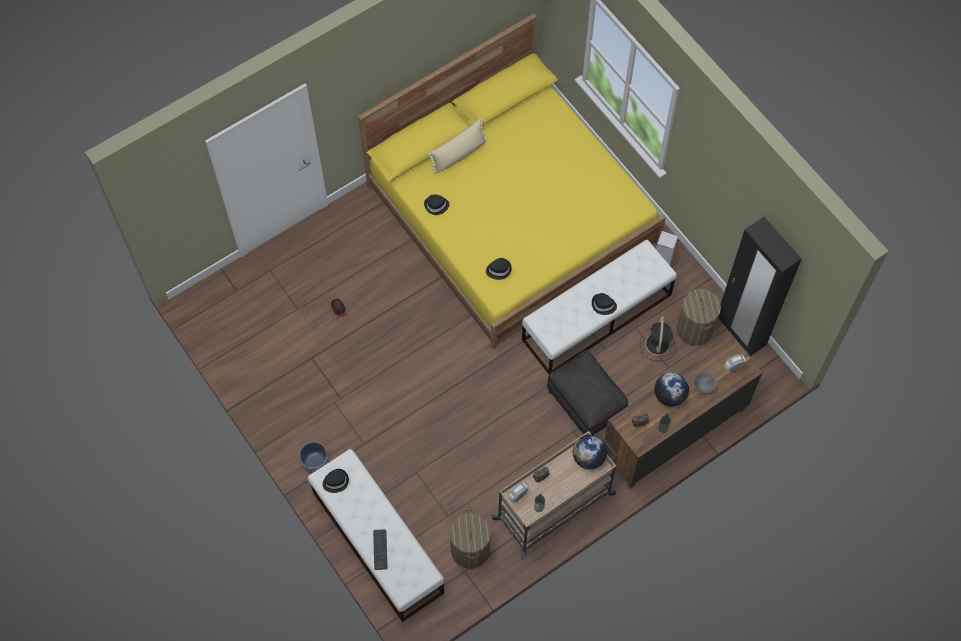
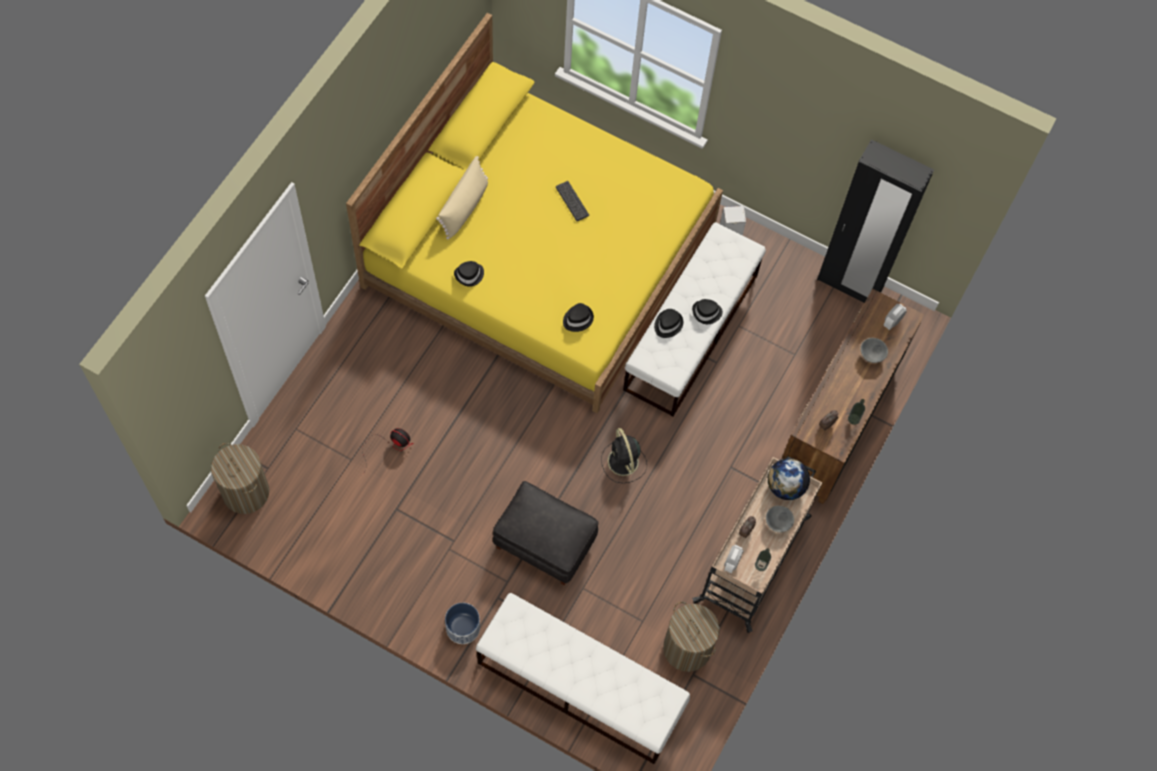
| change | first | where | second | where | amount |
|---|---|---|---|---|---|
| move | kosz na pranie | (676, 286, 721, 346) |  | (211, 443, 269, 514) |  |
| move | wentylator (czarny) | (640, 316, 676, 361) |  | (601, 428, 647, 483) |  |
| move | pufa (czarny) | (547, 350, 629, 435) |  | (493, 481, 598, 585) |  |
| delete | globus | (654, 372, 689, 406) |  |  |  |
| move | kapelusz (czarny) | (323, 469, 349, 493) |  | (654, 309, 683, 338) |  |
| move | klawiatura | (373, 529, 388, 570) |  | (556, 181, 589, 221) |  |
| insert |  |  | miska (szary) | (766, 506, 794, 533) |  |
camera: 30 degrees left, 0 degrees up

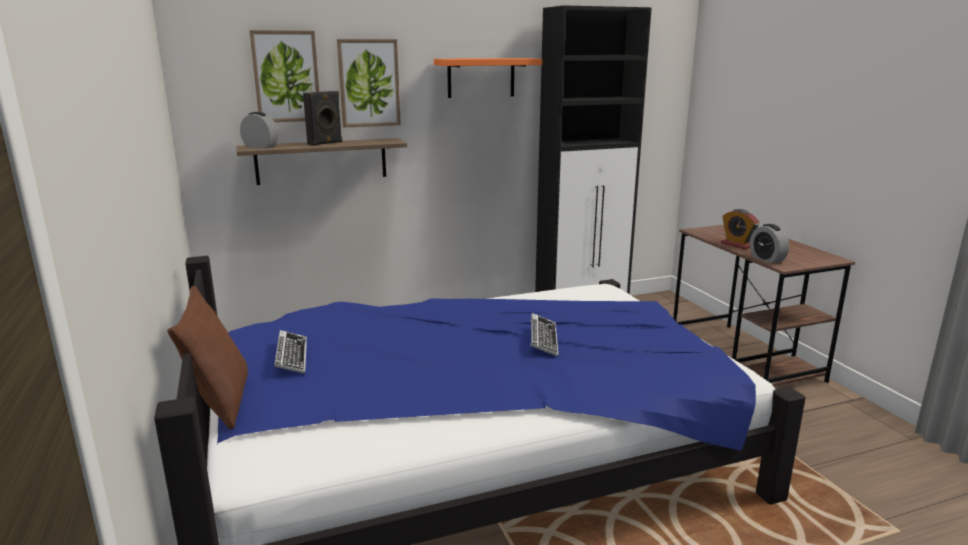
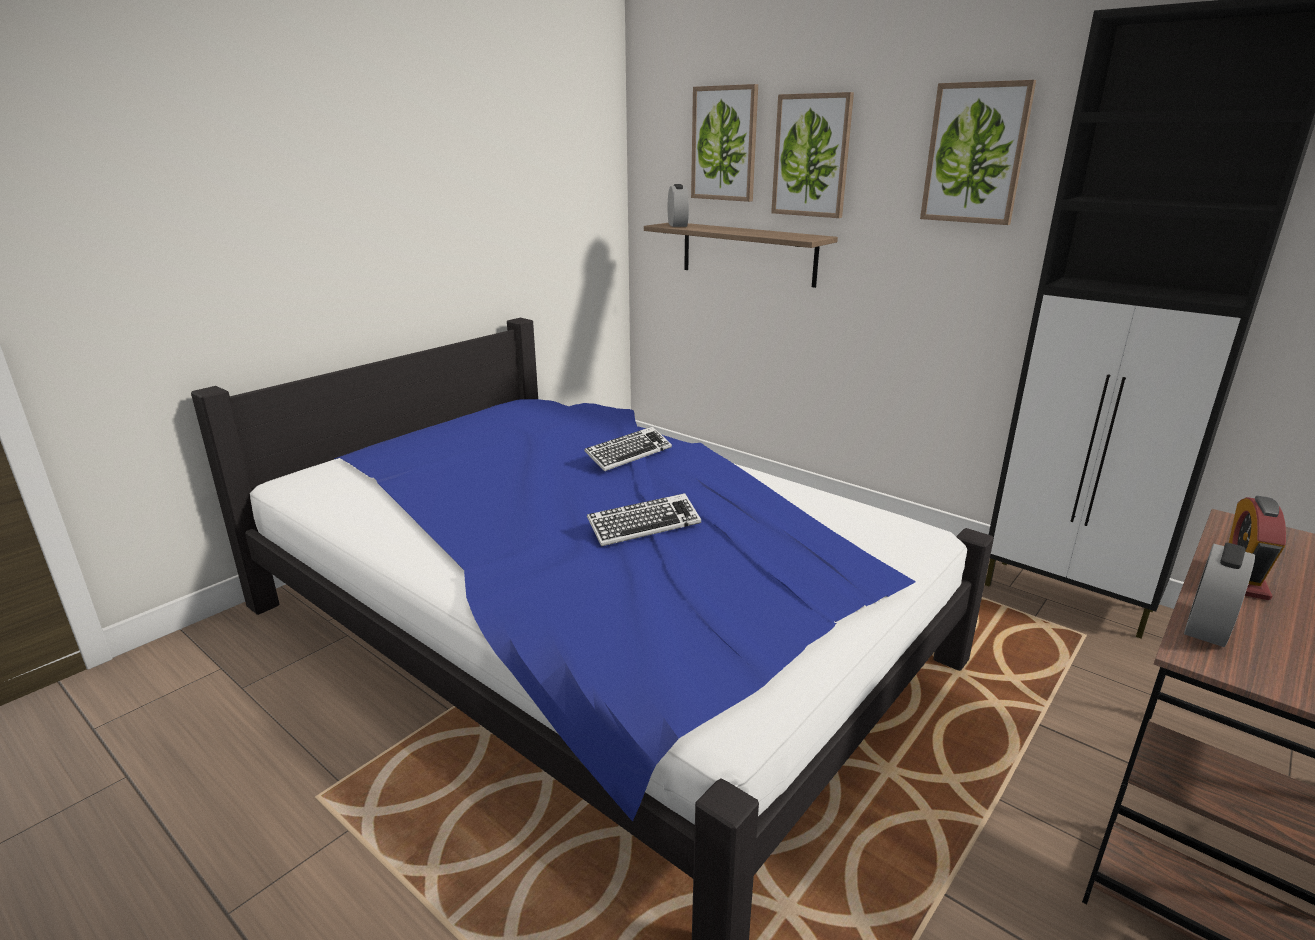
| change | first | where | second | where | amount |
|---|---|---|---|---|---|
| replace | półka (pomarańczowy) | (434, 58, 542, 98) | obraz | (920, 80, 1036, 225) |  |
| delete | głośnik (czarny) | (303, 91, 342, 146) |  |  |  |
| delete | poduszka (brązowy) | (167, 286, 248, 429) |  |  |  |
| move | klawiatura | (274, 330, 307, 374) |  | (584, 426, 672, 471) |  |
camera: 60 degrees right, 5 degrees up

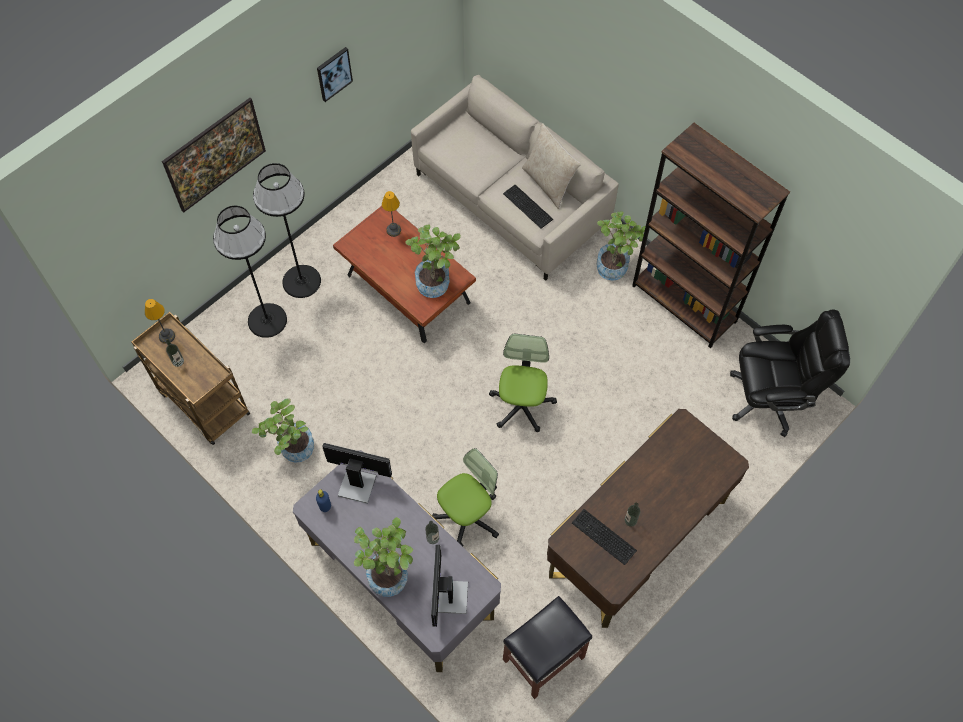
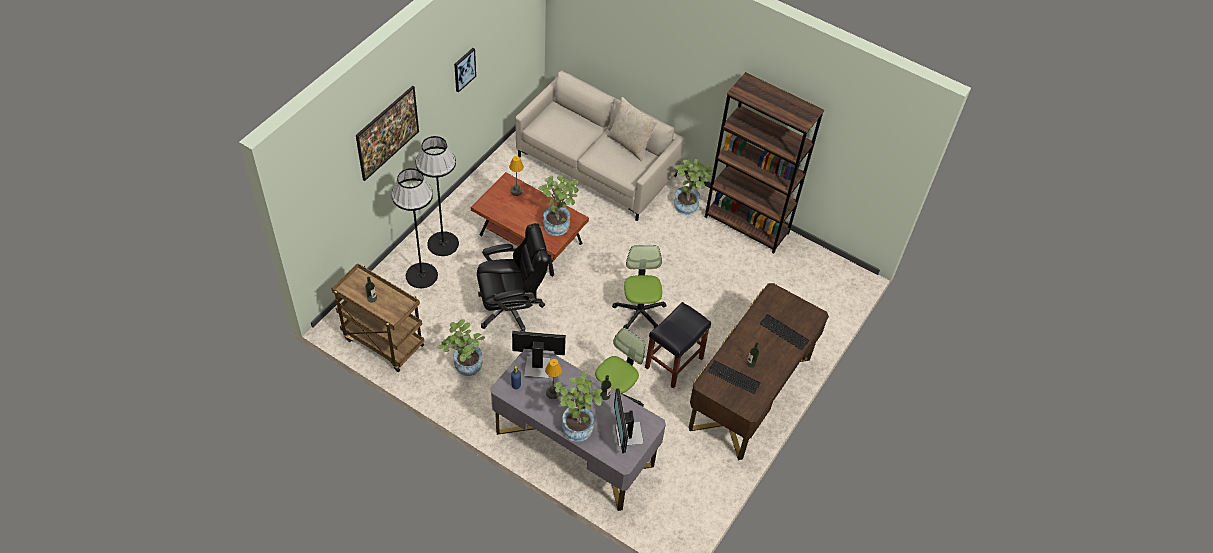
| change | first | where | second | where | amount |
|---|---|---|---|---|---|
| move | klawiatura | (503, 185, 553, 228) |  | (759, 314, 810, 350) |  |
| move | lampa stołowa | (145, 299, 175, 344) |  | (545, 359, 562, 399) |  |
| move | krzesło biurowe (czarny) | (730, 309, 850, 437) |  | (477, 223, 549, 332) |  |
| move | stołek (czarny) | (503, 596, 592, 699) |  | (645, 302, 711, 389) |  |
camera: 15 degrees left, 10 degrees down

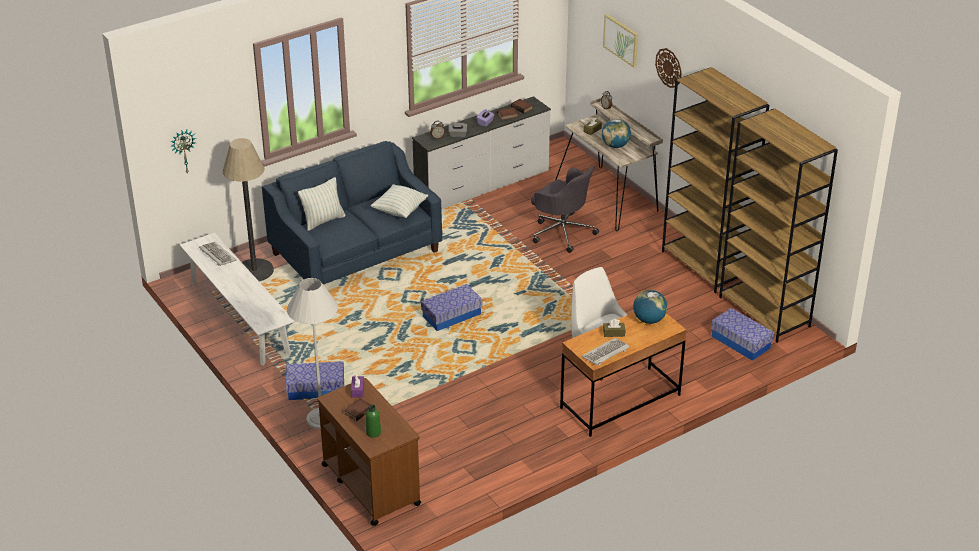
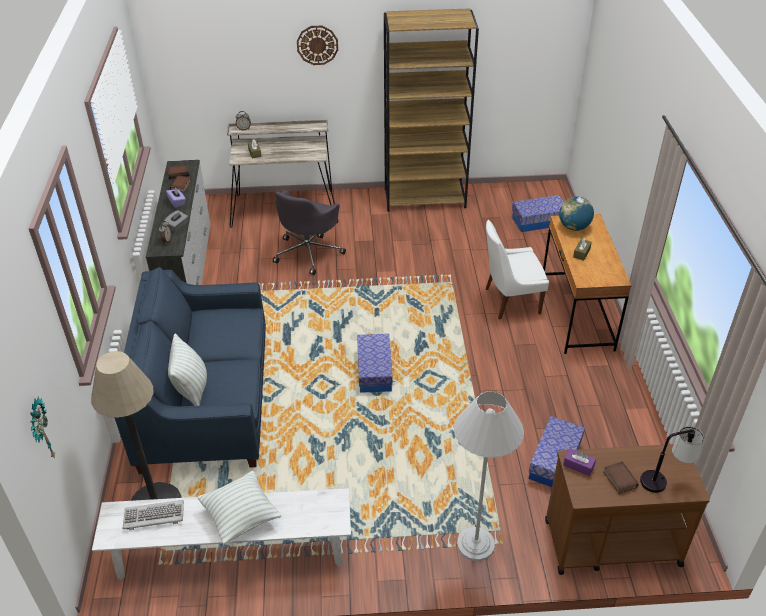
| change | first | where | second | where | amount |
|---|---|---|---|---|---|
| delete | obraz | (603, 14, 638, 68) |  |  |  |
| delete | regał (brązowy) | (719, 109, 838, 342) |  |  |  |
| delete | globus | (602, 119, 631, 148) |  |  |  |
| rotate | krzesło biurowe (szary) | (531, 166, 599, 253) |  | (273, 190, 346, 275) | 135 degrees clockwise |
| move | poduszka | (371, 184, 428, 218) |  | (197, 471, 281, 544) |  |
| delete | klawiatura | (582, 338, 630, 365) |  |  |  |
| move | pojemnik do przechowywania | (286, 361, 344, 400) |  | (529, 416, 585, 487) |  |
| replace | butelka (zielony) | (366, 405, 381, 438) | lampa stołowa | (640, 426, 704, 493) |  |
camera: 60 degrees left, 5 degrees up

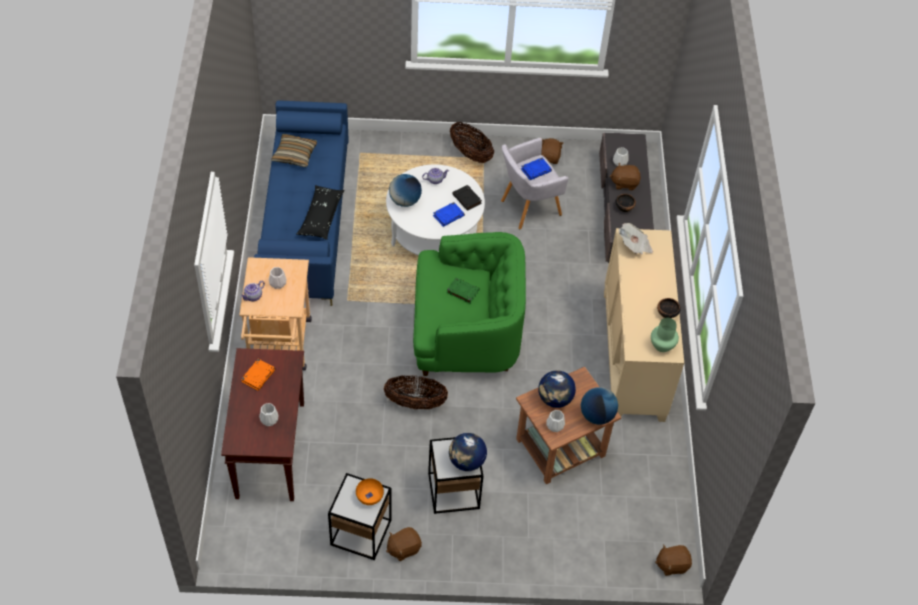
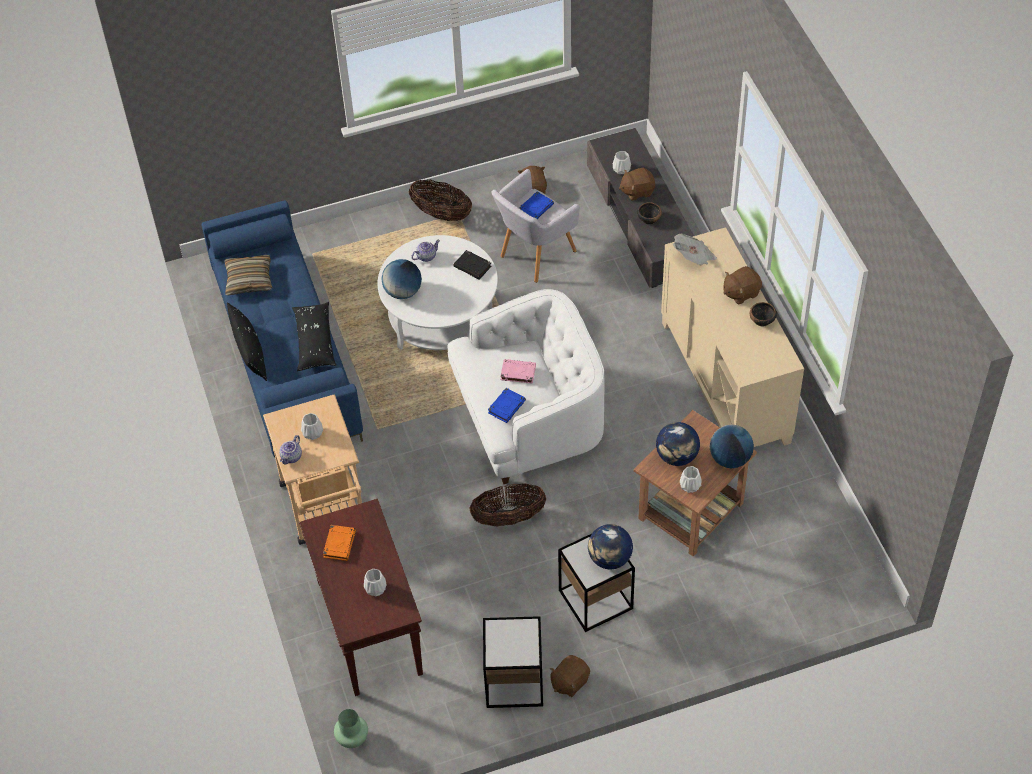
| change | first | where | second | where | amount |
|---|---|---|---|---|---|
| move | książka (niebieski) | (433, 202, 465, 227) |  | (488, 388, 526, 423) |  |
| recolor | fotel (zielony) | (413, 232, 526, 376) | fotel (biały) | (447, 289, 604, 484) |  |
| recolor | książka (zielony) | (447, 278, 480, 303) | książka (różowy) | (500, 359, 536, 384) |  |
| move | wazon (zielony) | (651, 318, 679, 352) |  | (334, 709, 368, 748) |  |
| delete | miska (pomarańczowy) | (356, 478, 384, 505) |  |  |  |
| move | pluszak (brązowy) | (655, 544, 692, 576) |  | (723, 266, 762, 305) |  |
| insert |  |  | poduszka (czarny) | (227, 302, 267, 381) |  |
camera: 15 degrees left, 0 degrees up

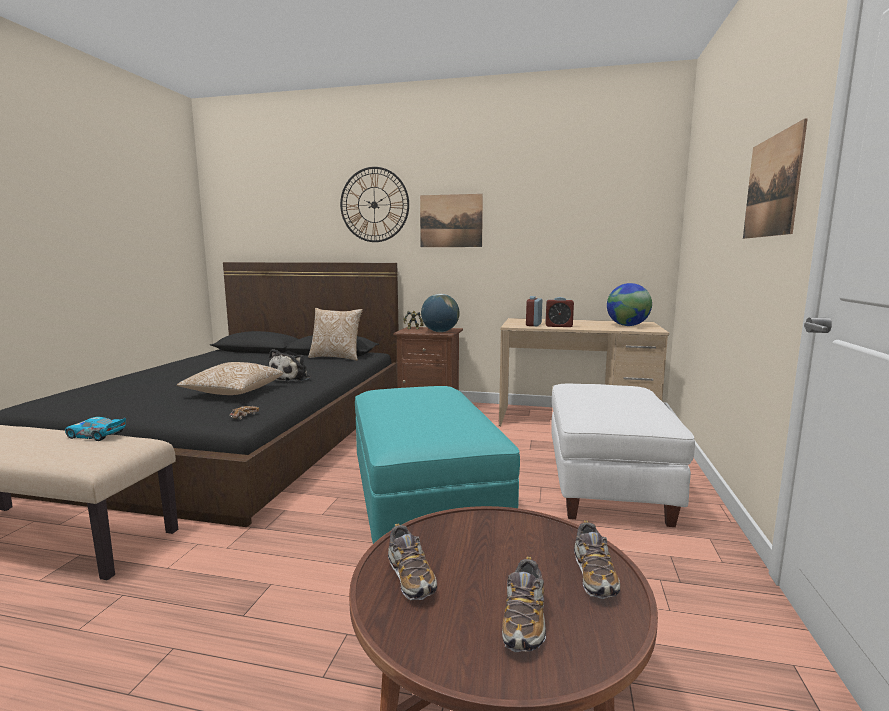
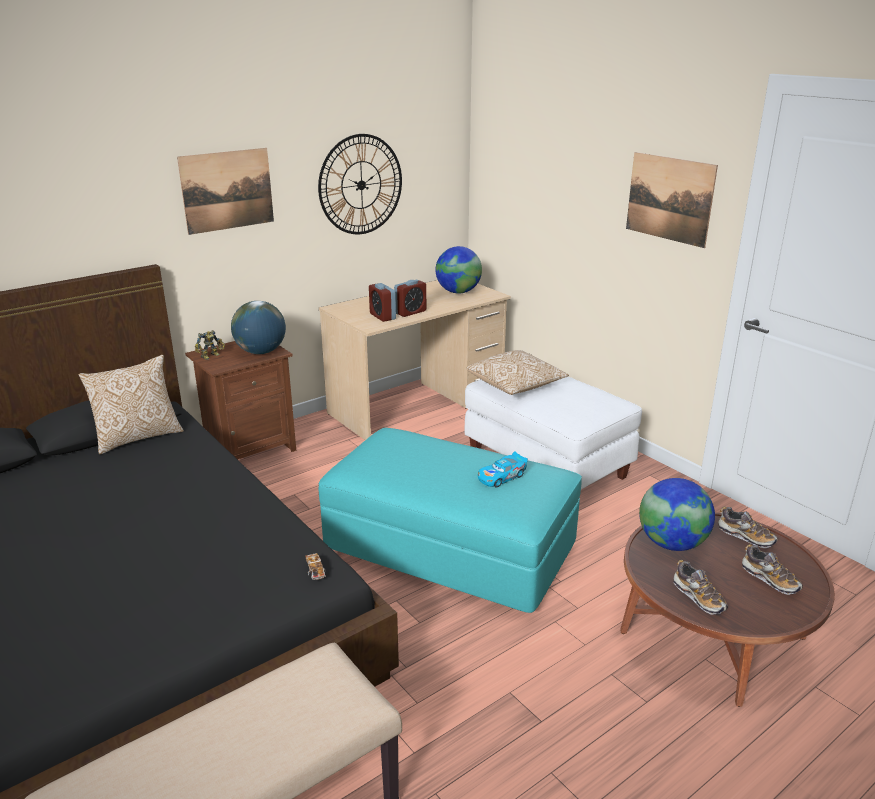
| change | first | where | second | where | amount |
|---|---|---|---|---|---|
| move | zegar ścienny | (340, 167, 409, 242) |  | (318, 134, 402, 234) |  |
| delete | pluszak | (269, 349, 311, 382) |  |  |  |
| move | poduszka | (177, 362, 283, 395) |  | (466, 350, 569, 395) |  |
| move | samochodzik | (65, 417, 126, 441) |  | (478, 451, 528, 488) |  |
| rotate | but | (388, 523, 437, 600) |  | (673, 560, 728, 615) | 45 degrees clockwise |
| insert |  |  | globus | (639, 478, 715, 551) |  |
camera: 50 degrees left, 15 degrees up

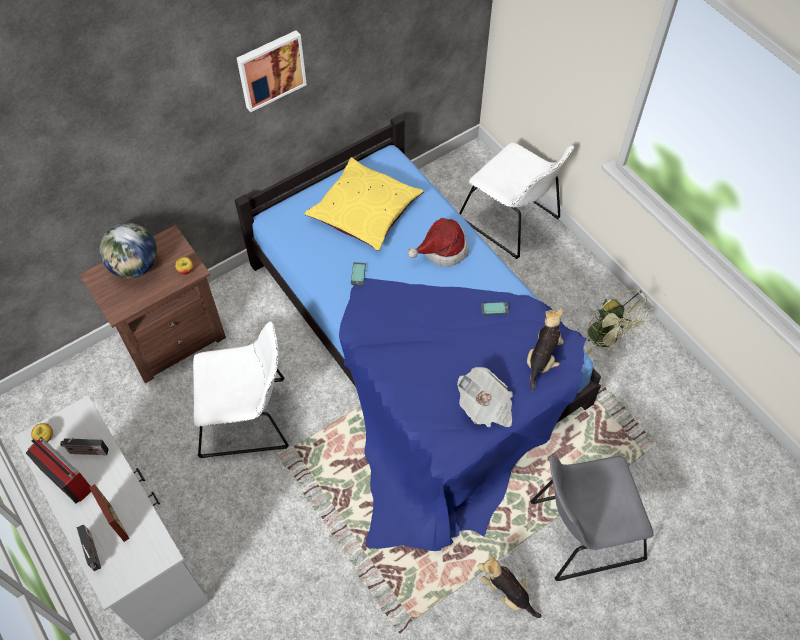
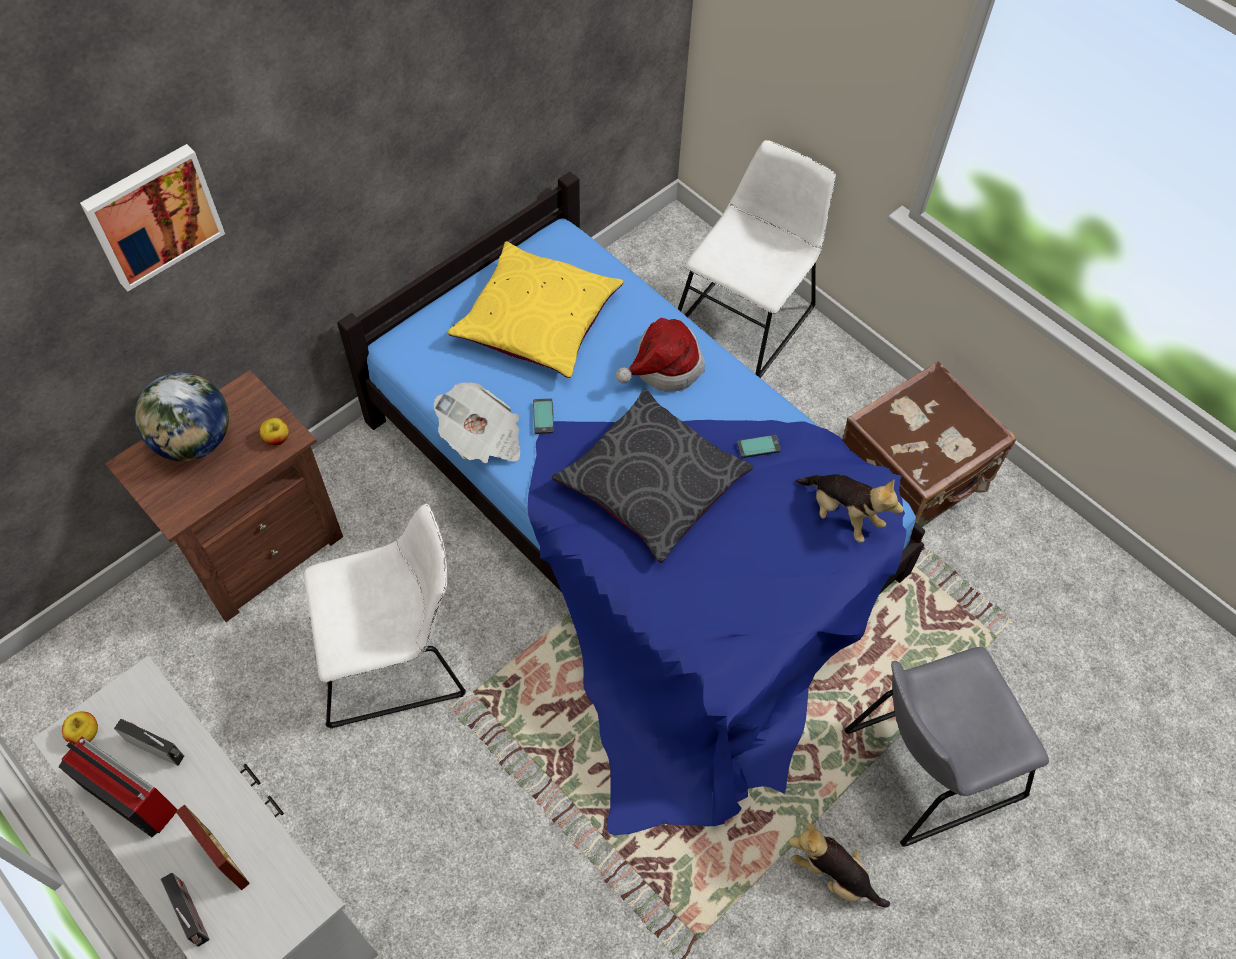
| change | first | where | second | where | amount |
|---|---|---|---|---|---|
| move | obraz | (237, 30, 307, 112) |  | (80, 144, 225, 291) |  |
| rotate | krzesło (biały) | (459, 142, 574, 259) |  | (678, 140, 836, 378) | 90 degrees counterclockwise |
| replace | wentylator (zielony) | (586, 290, 654, 355) | walizka (brązowy) | (842, 361, 1016, 527) |  |
| rotate | pluszak | (527, 308, 564, 392) |  | (795, 474, 904, 543) | 120 degrees clockwise |
| move | gazeta | (457, 367, 513, 427) |  | (434, 382, 520, 463) |  |
| rotate | radio | (60, 436, 109, 455) |  | (114, 719, 184, 766) | 150 degrees counterclockwise |
| insert |  |  | poduszka (szary) | (552, 389, 754, 563) |  |
camera: 10 degrees left, 0 degrees up

